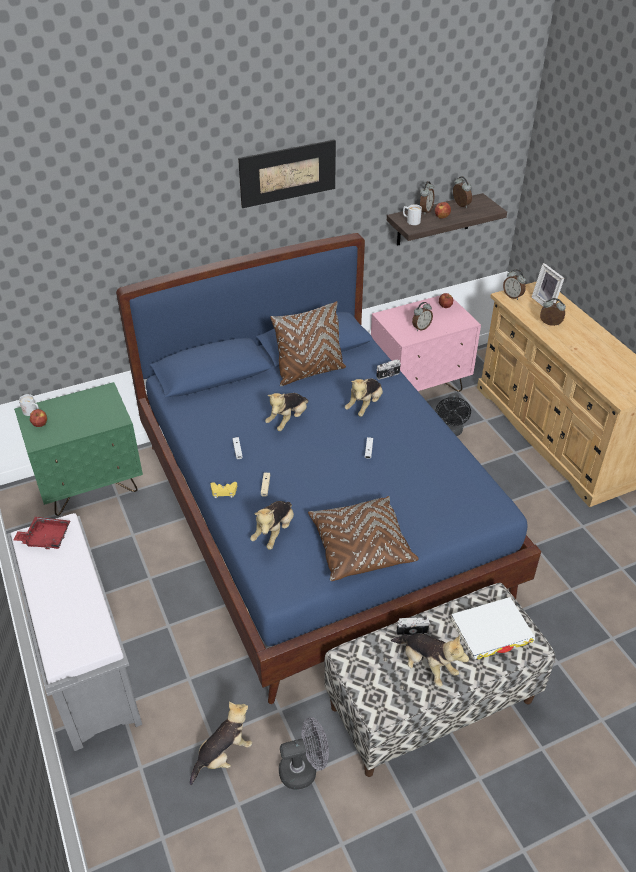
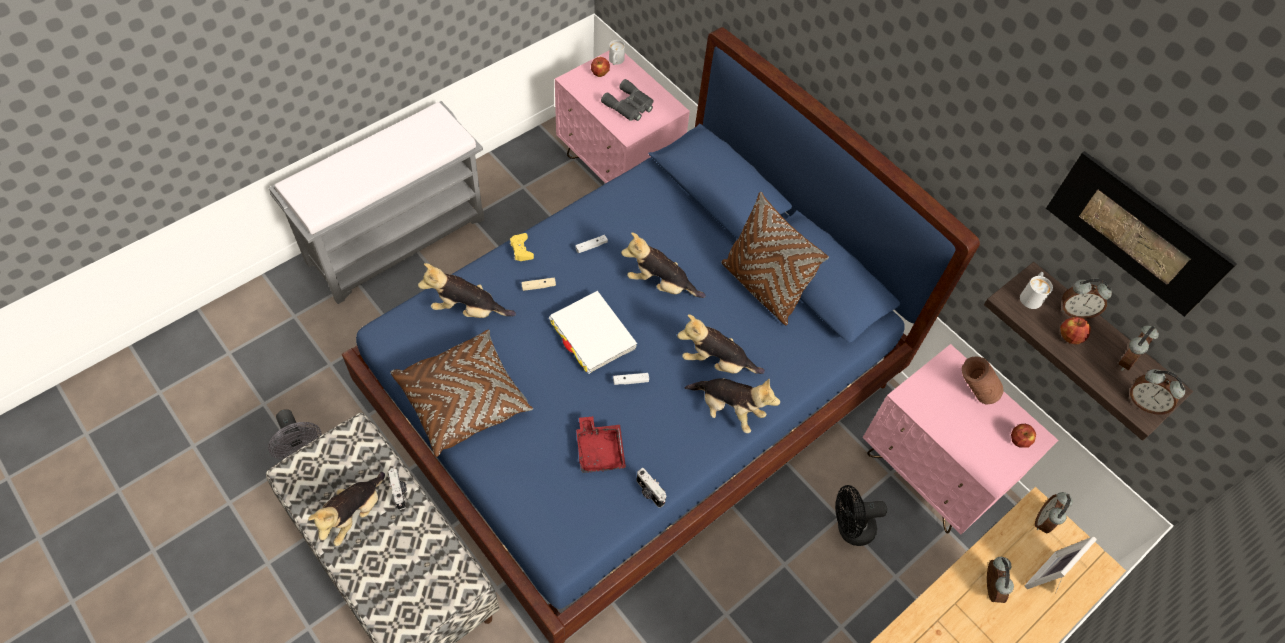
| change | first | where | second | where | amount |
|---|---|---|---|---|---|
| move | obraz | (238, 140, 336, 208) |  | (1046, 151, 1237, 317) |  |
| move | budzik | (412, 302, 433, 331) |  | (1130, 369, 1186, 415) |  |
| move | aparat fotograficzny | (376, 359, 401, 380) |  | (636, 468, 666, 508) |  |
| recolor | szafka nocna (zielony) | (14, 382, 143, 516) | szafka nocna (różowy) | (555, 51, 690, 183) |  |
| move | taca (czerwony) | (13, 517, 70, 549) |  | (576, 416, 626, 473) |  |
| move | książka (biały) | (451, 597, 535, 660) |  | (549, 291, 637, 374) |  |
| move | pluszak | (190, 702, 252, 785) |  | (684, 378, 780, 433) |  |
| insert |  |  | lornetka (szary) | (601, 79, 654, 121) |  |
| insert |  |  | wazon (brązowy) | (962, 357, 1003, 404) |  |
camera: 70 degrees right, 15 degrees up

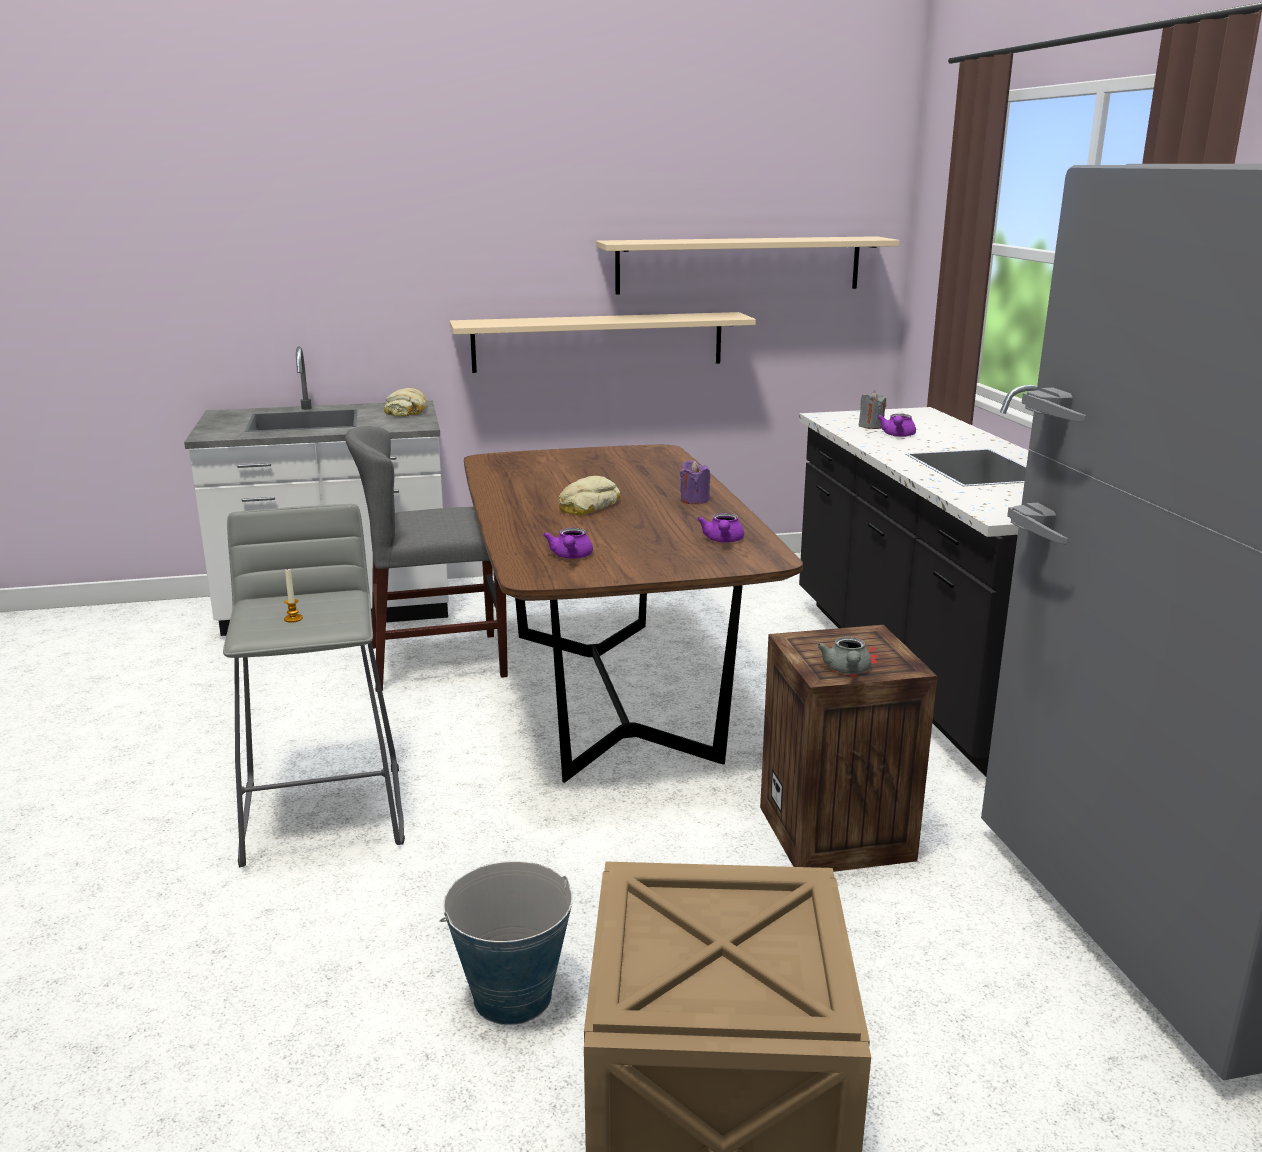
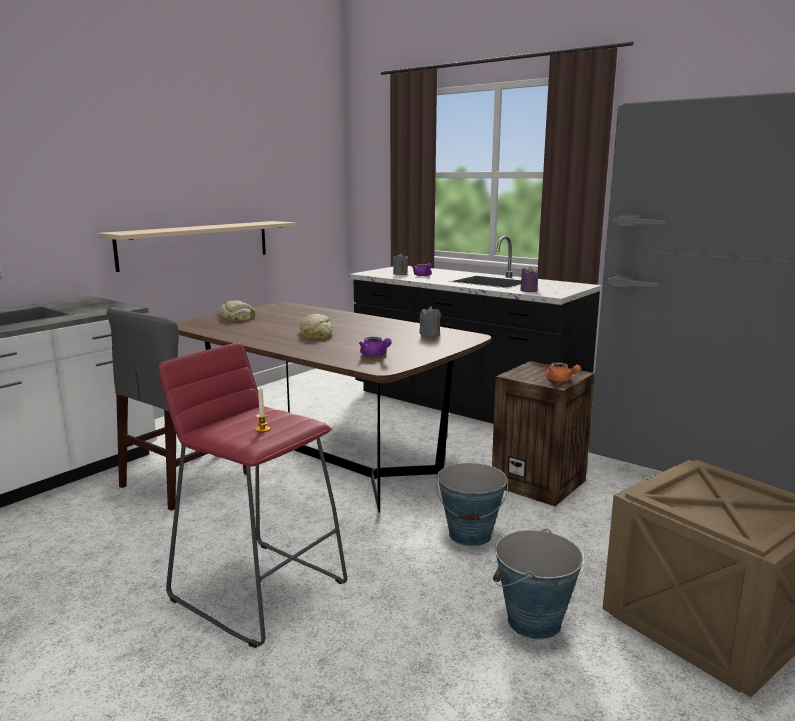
| change | first | where | second | where | amount |
|---|---|---|---|---|---|
| delete | półka (beżowy) | (596, 236, 900, 295) |  |  |  |
| move | chleb | (384, 388, 427, 416) |  | (218, 301, 255, 321) |  |
| move | świeca (fioletowy) | (680, 460, 710, 504) |  | (520, 266, 538, 292) |  |
| recolor | stołek (szary) | (223, 504, 405, 867) | stołek (czerwony) | (158, 343, 347, 648) |  |
| replace | imbryk (fioletowy) | (697, 513, 744, 543) | świeca (szary) | (419, 306, 441, 336) |  |
| recolor | imbryk (szary) | (817, 637, 872, 674) | imbryk (pomarańczowy) | (546, 362, 581, 382) |  |
| insert |  |  | wiadro | (436, 463, 508, 546) |  |
camera: 40 degrees left, 5 degrees down

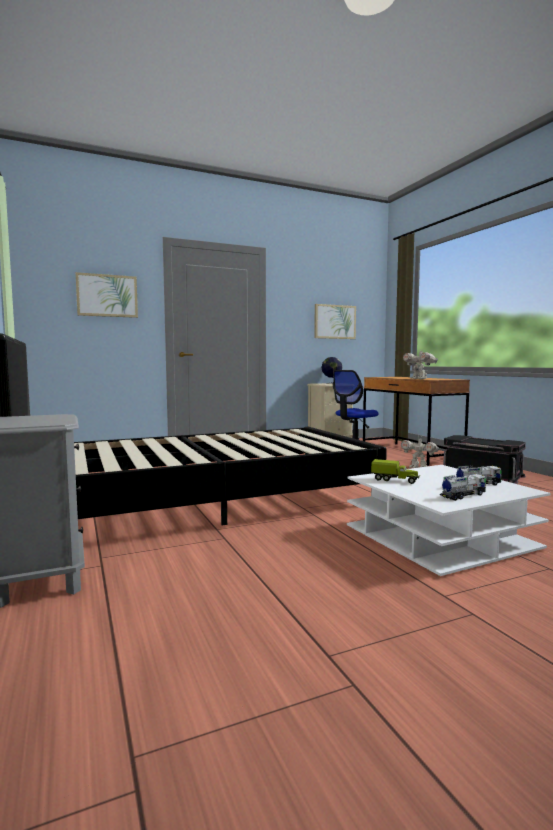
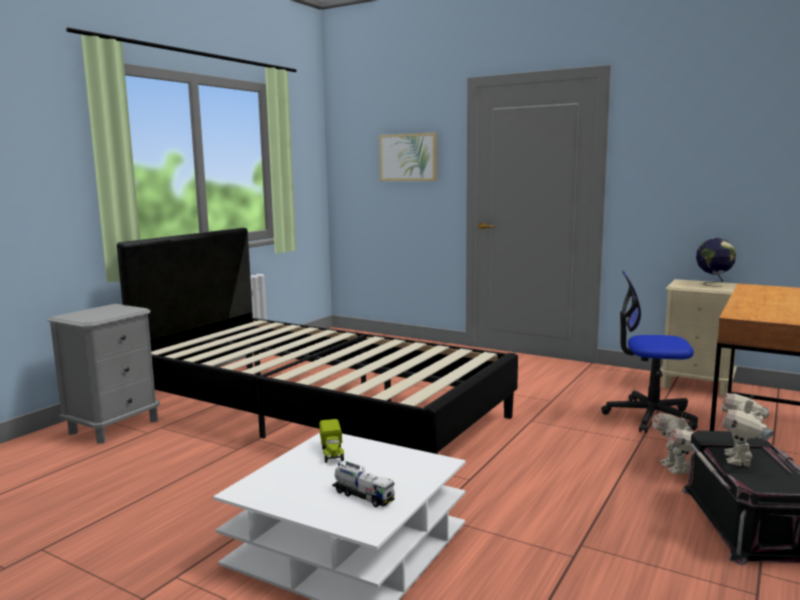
| change | first | where | second | where | amount |
|---|---|---|---|---|---|
| delete | obraz | (314, 304, 356, 339) |  |  |  |
| move | robot zabawkowy | (403, 348, 438, 379) |  | (721, 393, 774, 467) |  |
| delete | ciężarówka zabawkowa | (440, 474, 486, 501) |  |  |  |
camera: 55 degrees right, 5 degrees up

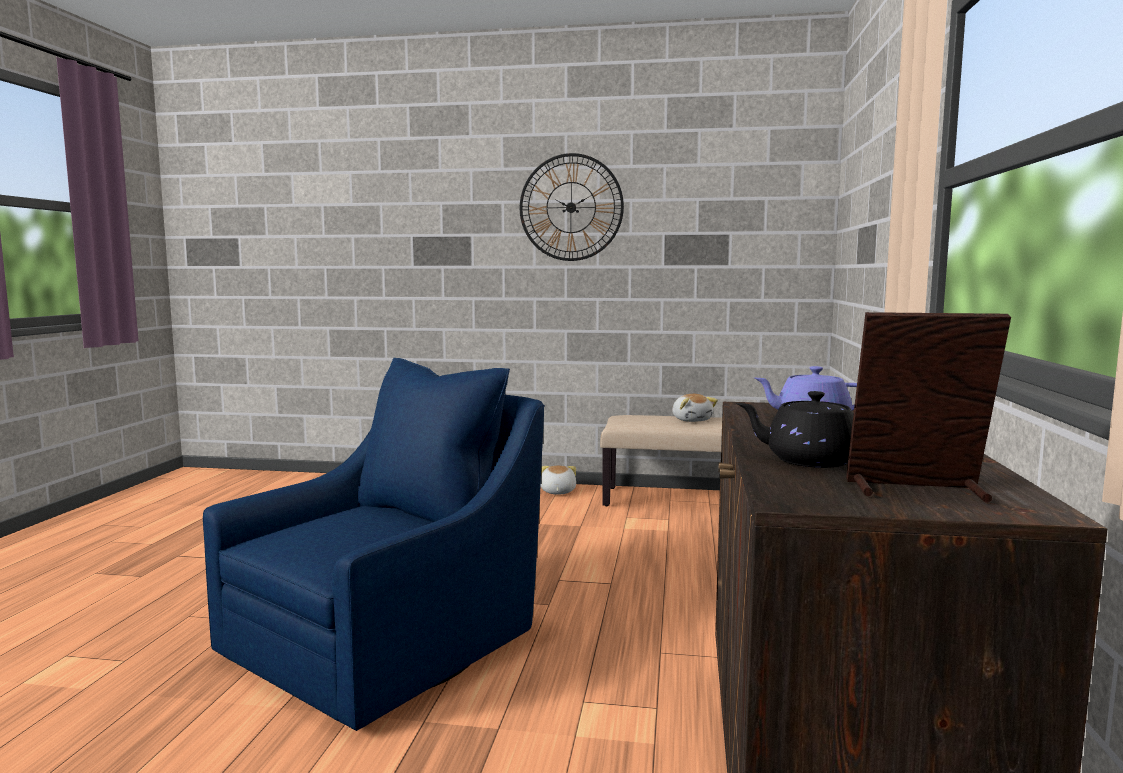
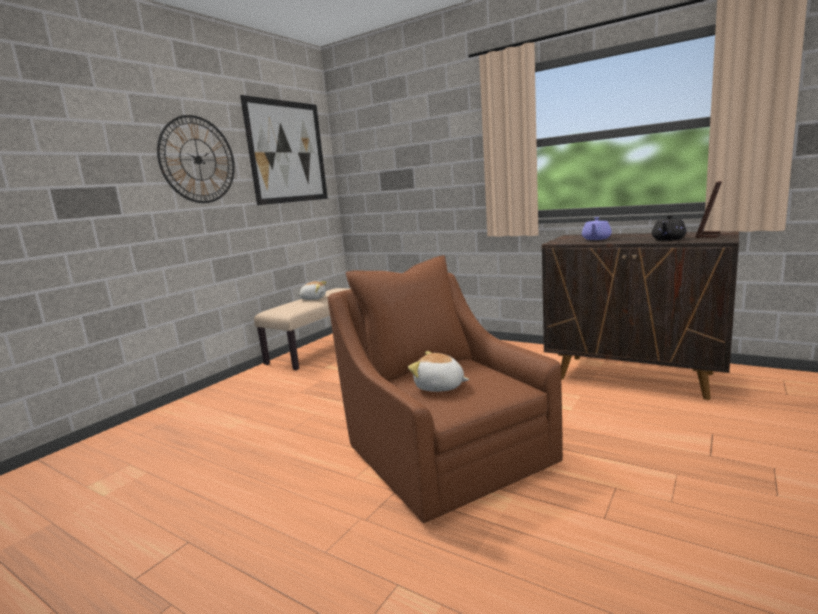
| change | first | where | second | where | amount |
|---|---|---|---|---|---|
| recolor | fotel (niebieski) | (203, 358, 545, 731) | fotel (brązowy) | (327, 255, 563, 523) |  |
| move | pluszak | (541, 466, 576, 495) |  | (408, 351, 469, 392) |  |
| insert |  |  | obraz | (240, 95, 328, 205) |  |
camera: 65 degrees left, 5 degrees up

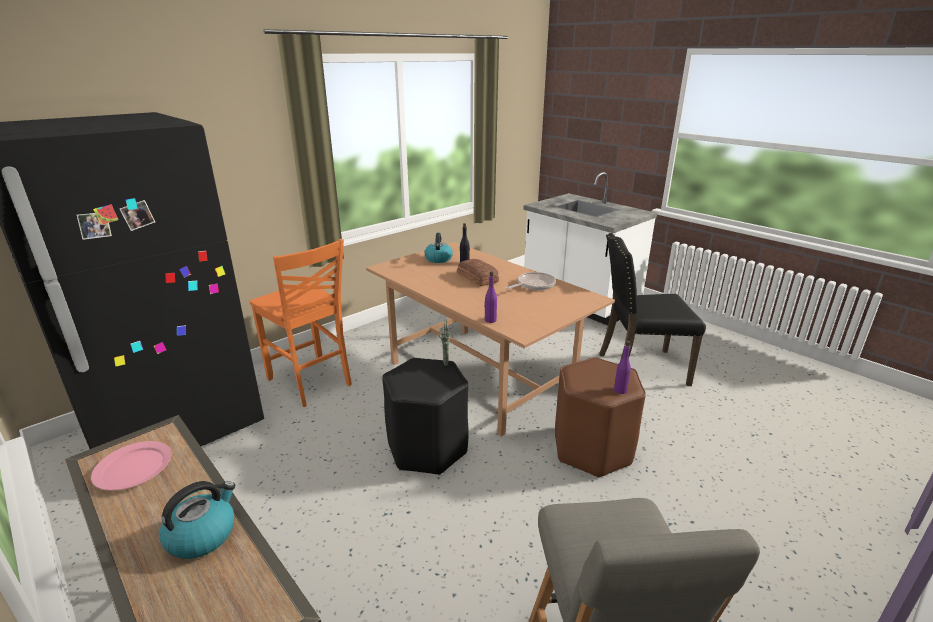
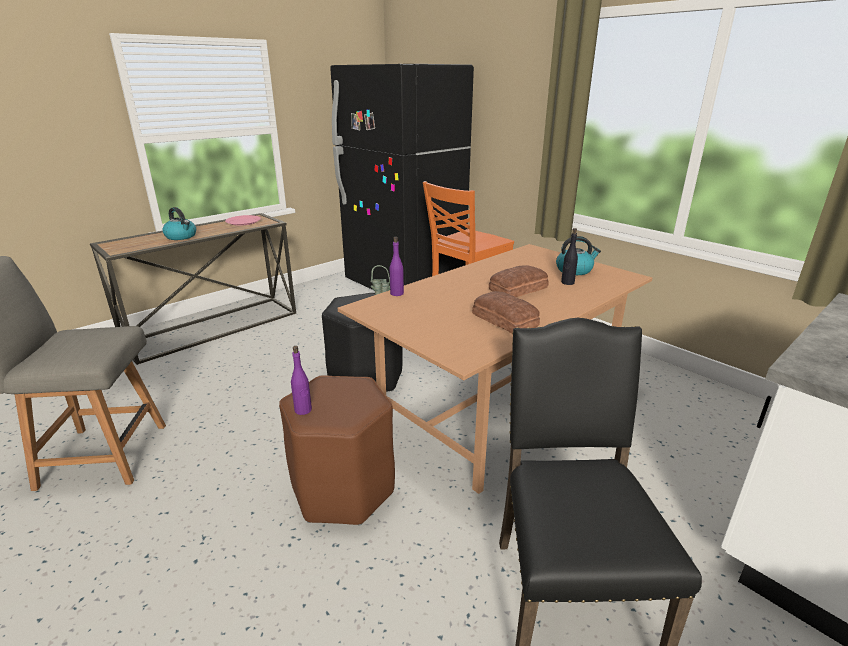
| change | first | where | second | where | amount |
|---|---|---|---|---|---|
| replace | patelnia | (506, 272, 556, 290) | chleb | (472, 291, 540, 334) |  |
camera: 90 degrees right, 0 degrees up

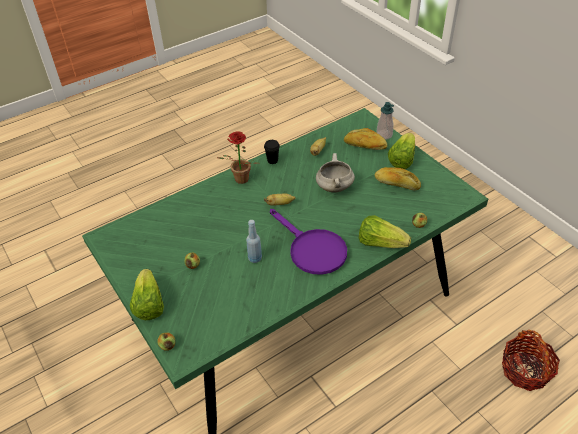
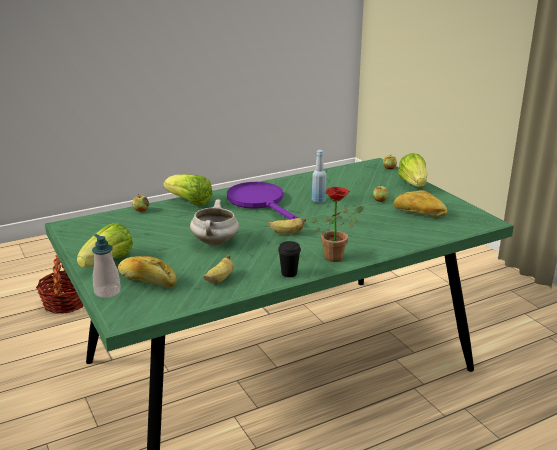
| change | first | where | second | where | amount |
|---|---|---|---|---|---|
| move | chleb | (375, 167, 421, 190) |  | (393, 190, 447, 217) |  |
camera: 175 degrees left, 20 degrees down

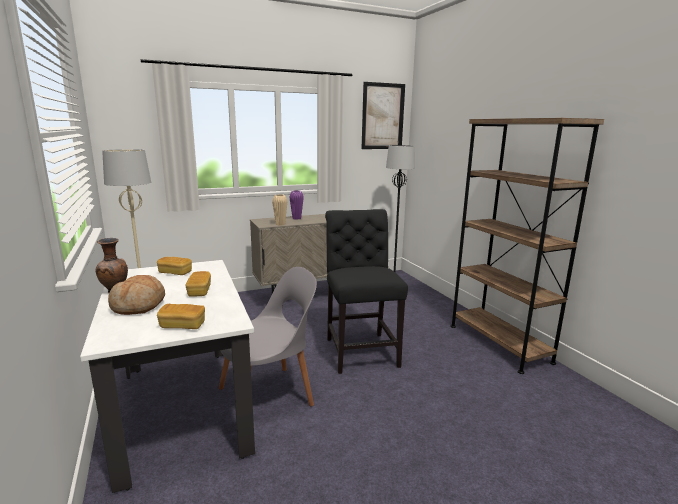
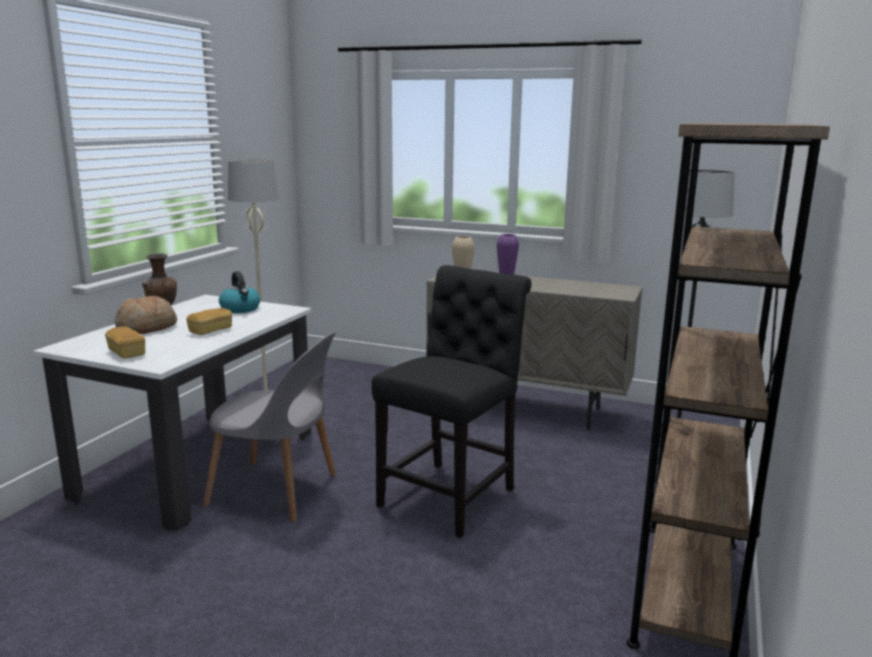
| change | first | where | second | where | amount |
|---|---|---|---|---|---|
| delete | obraz | (362, 82, 405, 149) |  |  |  |
| replace | chleb | (157, 257, 192, 275) | czajnik | (219, 271, 260, 313) |  |
camera: 45 degrees right, 0 degrees up

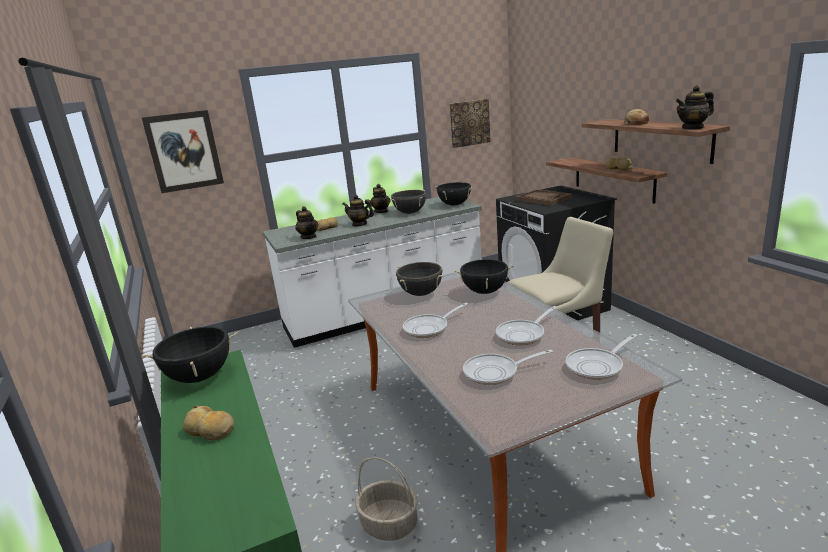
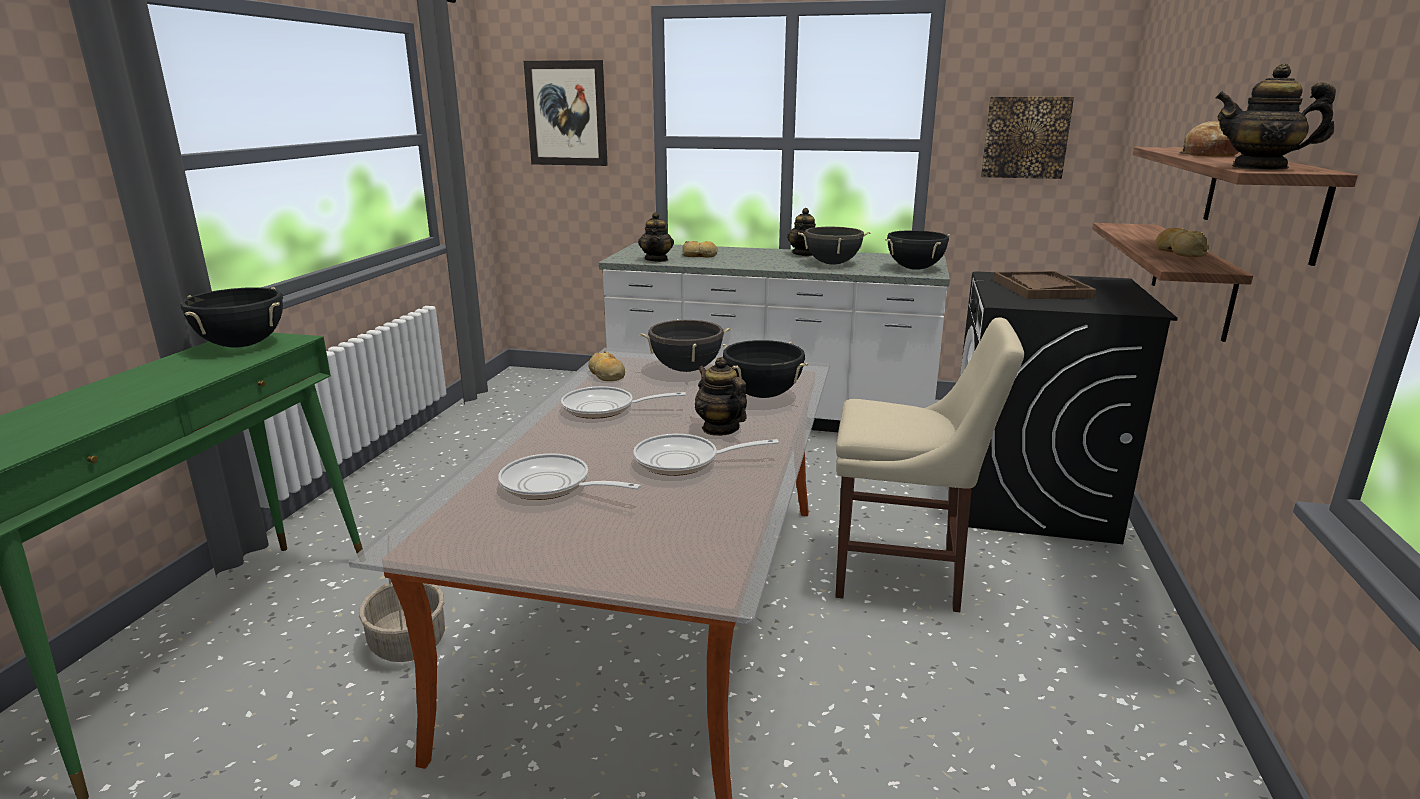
| change | first | where | second | where | amount |
|---|---|---|---|---|---|
| move | imbryk | (343, 195, 374, 227) |  | (695, 357, 747, 436) |  |
| delete | patelnia | (566, 334, 637, 380) |  |  |  |
| move | chleb | (183, 406, 234, 440) |  | (588, 351, 625, 381) |  |
camera: 35 degrees right, 0 degrees up

